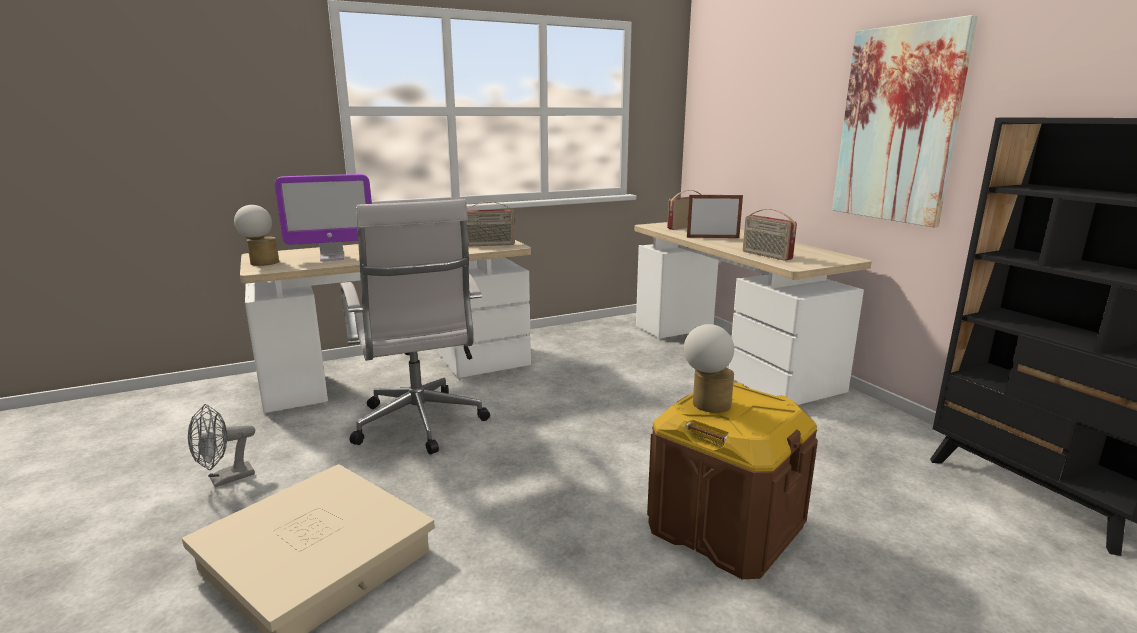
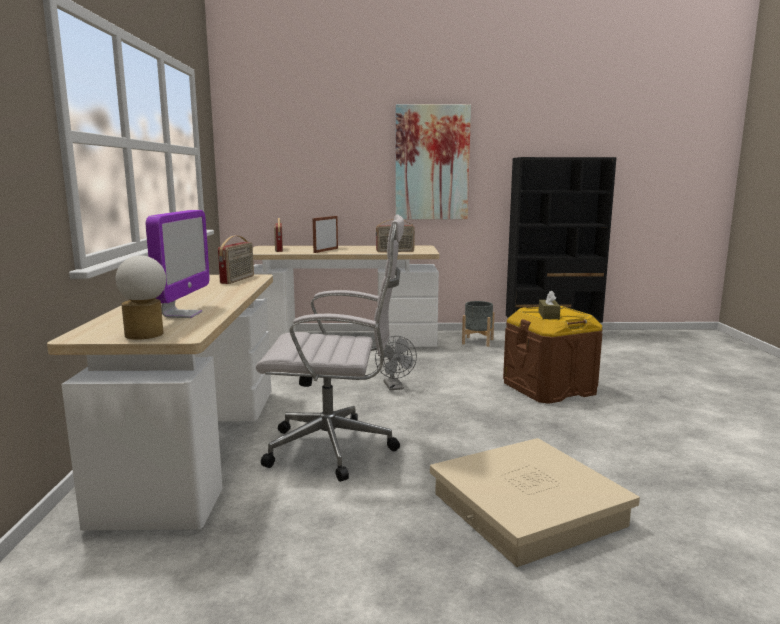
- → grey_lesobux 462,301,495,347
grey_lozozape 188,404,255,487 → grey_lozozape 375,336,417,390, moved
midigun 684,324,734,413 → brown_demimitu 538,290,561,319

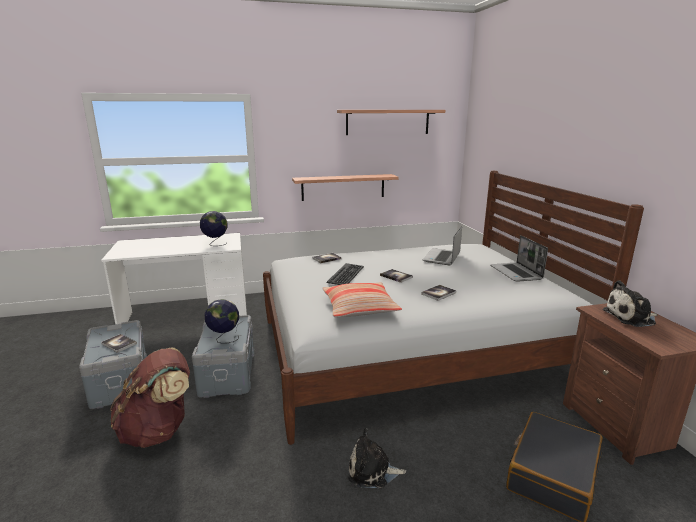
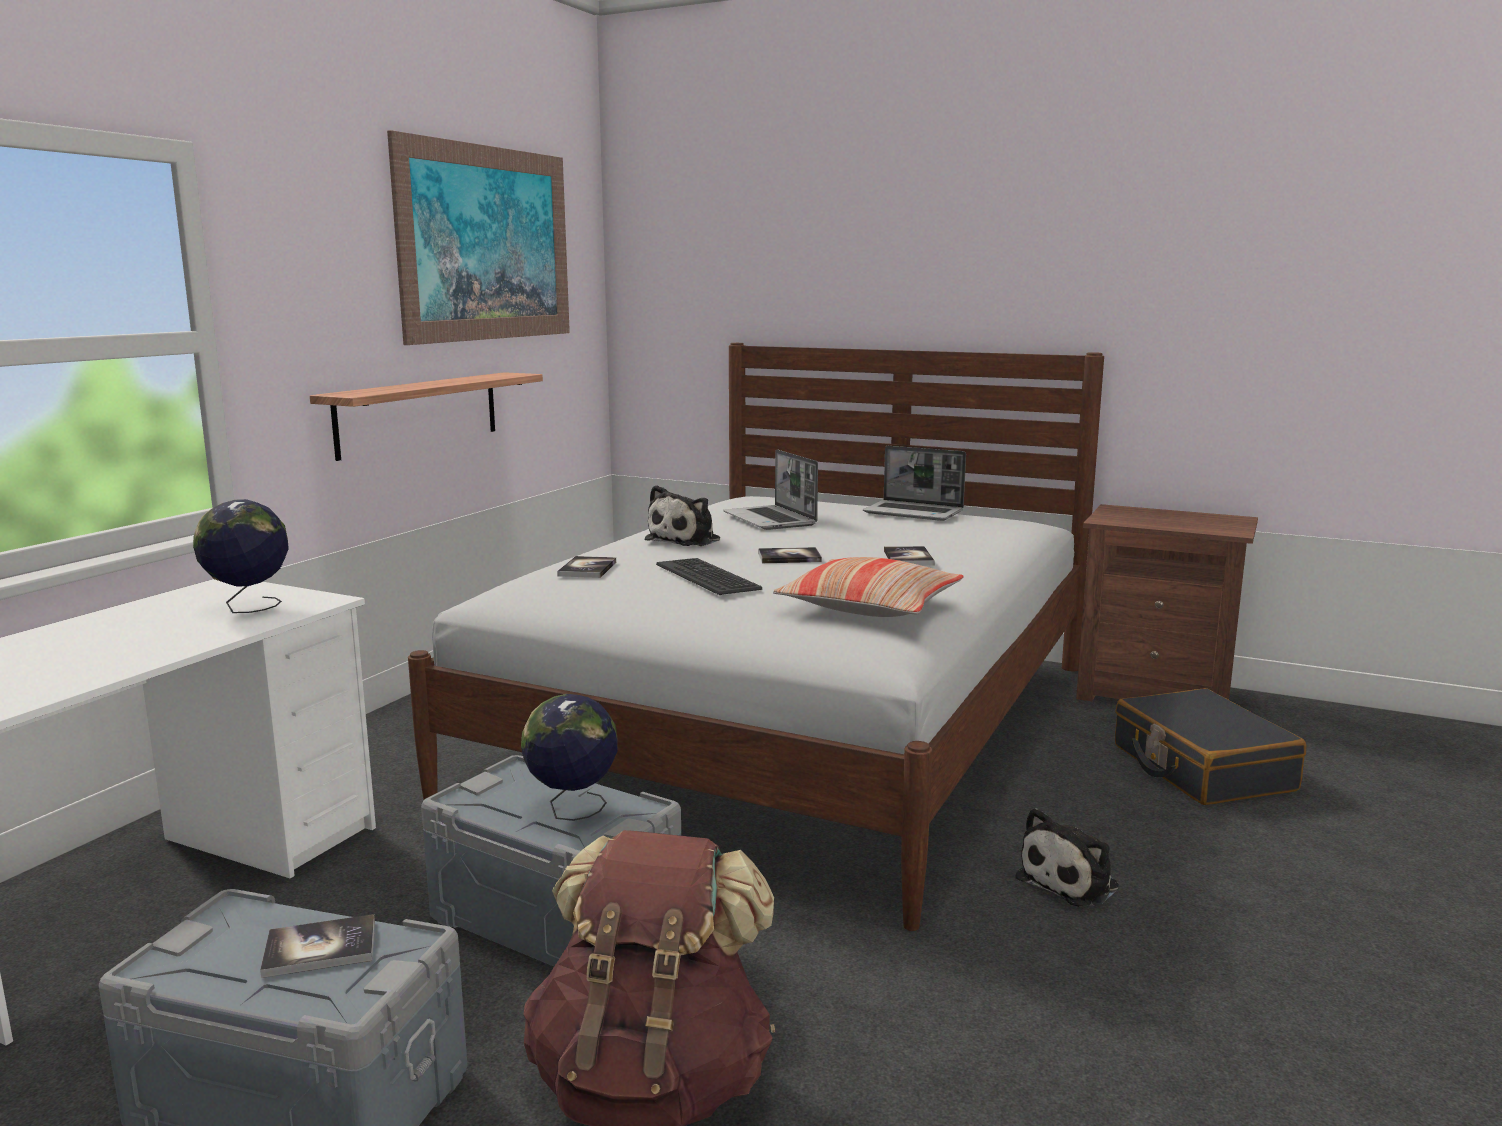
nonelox 602,280,657,327 → nonelox 645,485,720,546, moved
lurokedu 337,110,445,135 → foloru 387,130,570,345

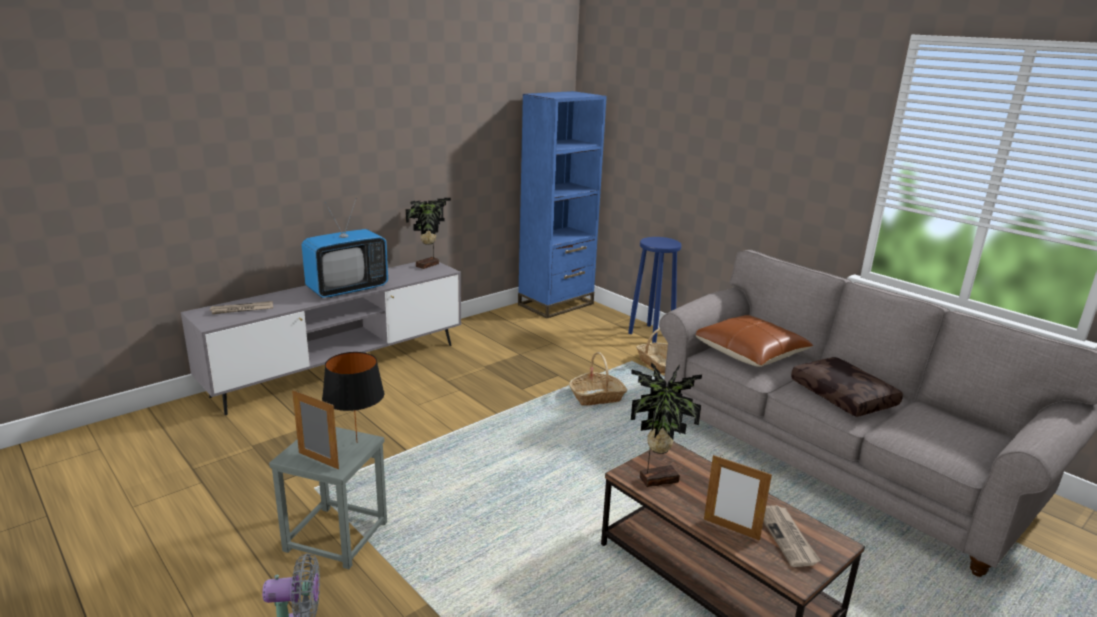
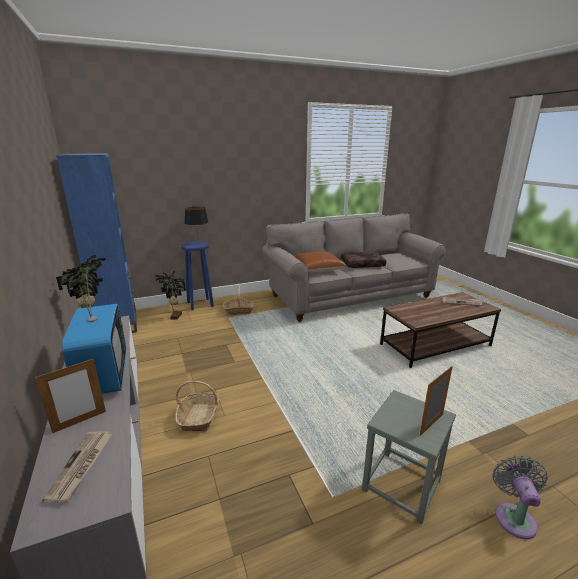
black_midigun 322,352,384,441 → black_midigun 184,207,208,243, moved
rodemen 569,352,627,406 → rodemen 175,381,219,432, moved
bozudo 631,362,702,487 → bozudo 155,271,186,320, moved
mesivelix 704,455,772,541 → mesivelix 35,359,106,433, moved

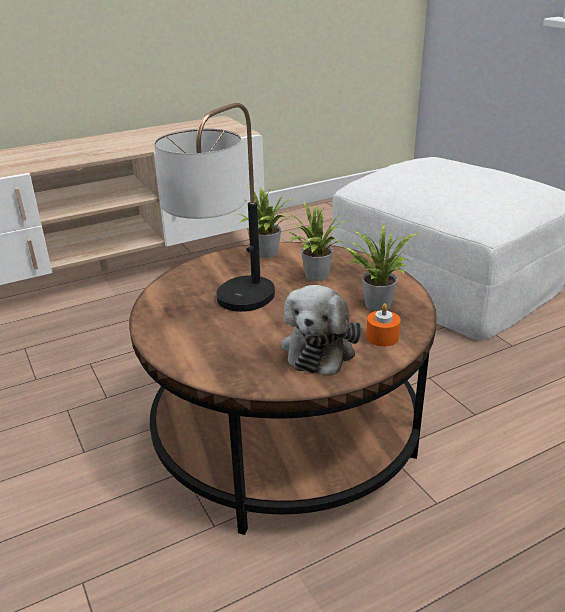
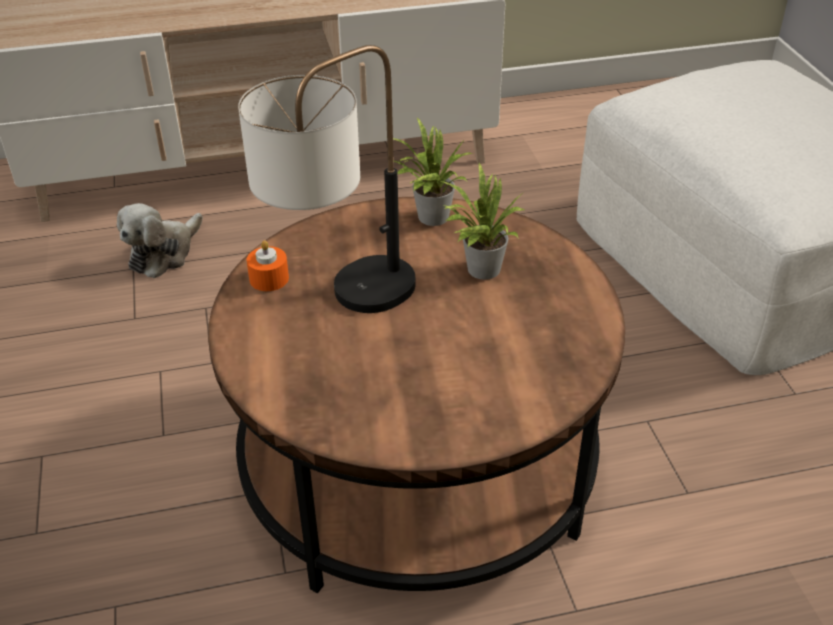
bozudo 344,224,419,311 → -
nonelox 281,285,361,375 → nonelox 117,203,203,278, moved
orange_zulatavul 366,303,401,346 → orange_zulatavul 246,240,289,291, moved

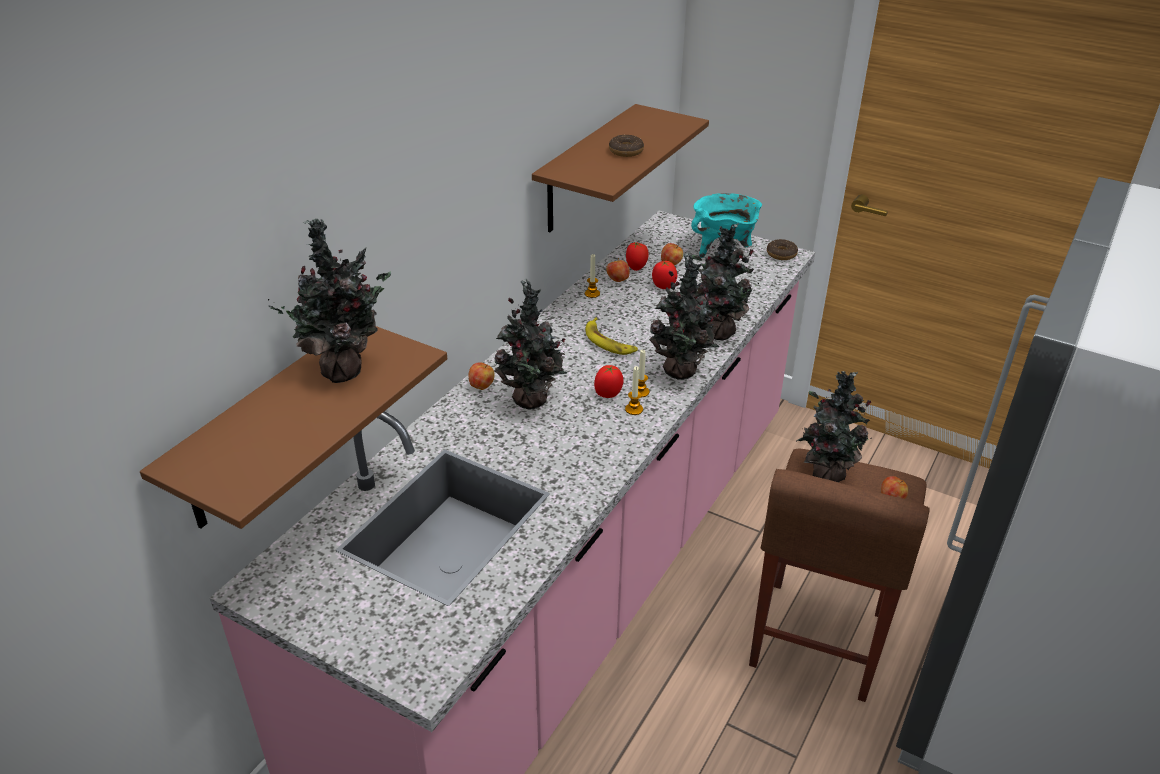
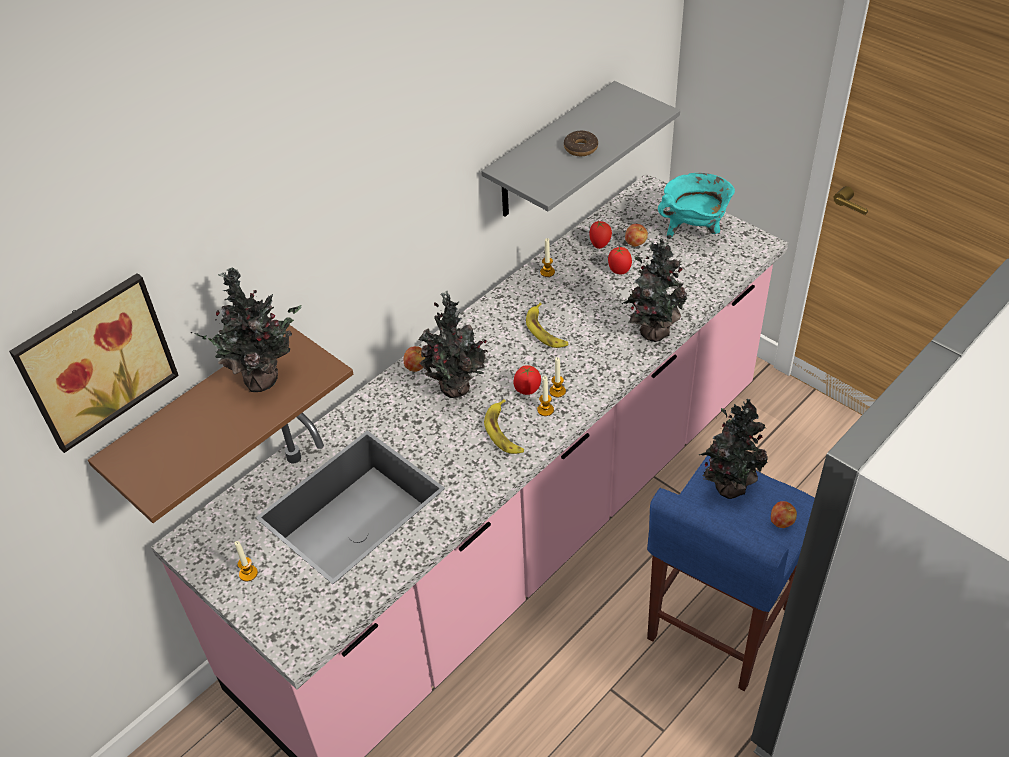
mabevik 606,258,630,282 → -
bozudo 649,252,719,380 → -
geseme 767,239,798,260 → -
- → foloru 9,273,179,453
- → zulatavul 235,541,258,581
- → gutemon 484,399,524,454
brown_lurokedu 532,104,709,232 → grey_lurokedu 481,81,680,217
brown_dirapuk 749,449,930,702 → blue_dirapuk 647,455,815,691

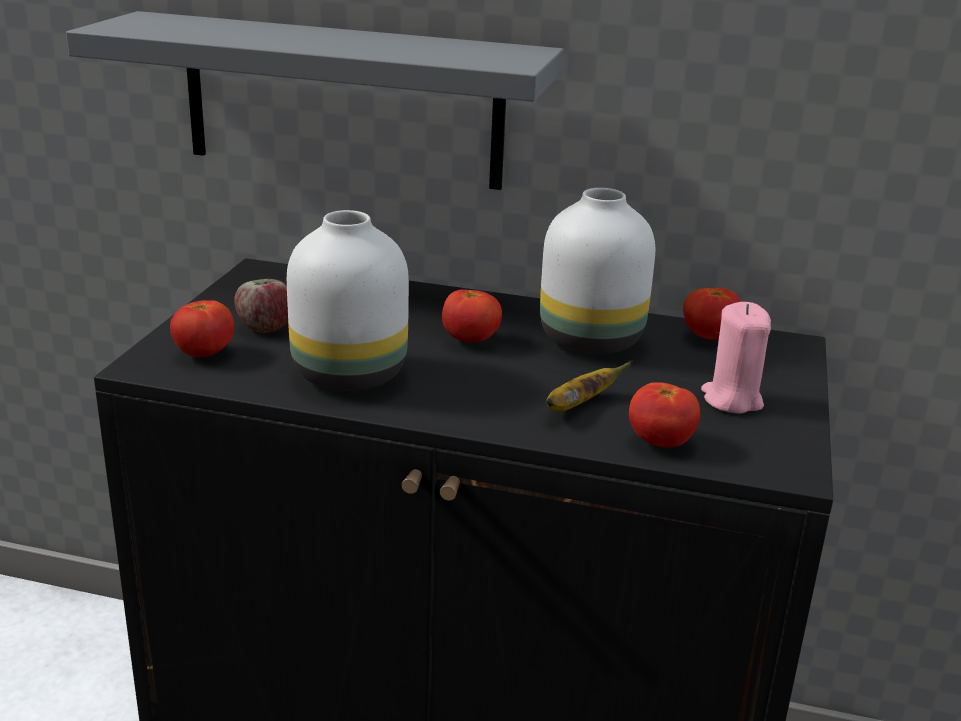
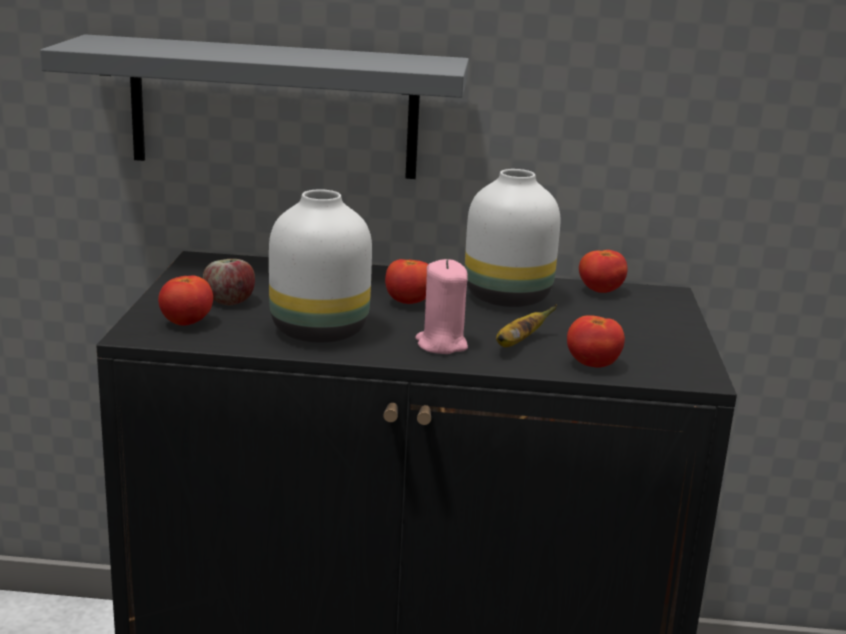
pink_zulatavul 701,302,771,414 → pink_zulatavul 415,259,468,354, moved

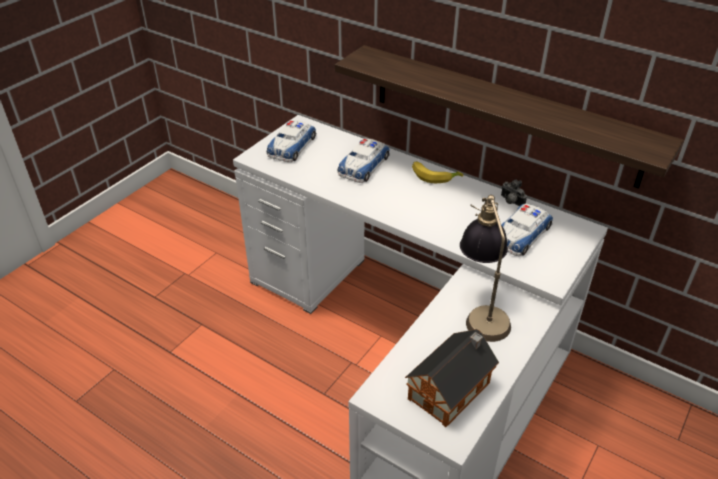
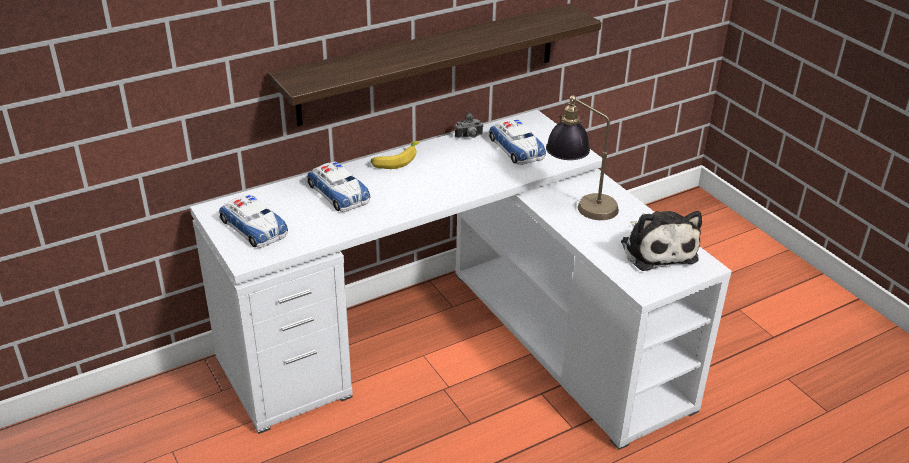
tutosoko 405,329,499,427 → nonelox 621,211,702,271

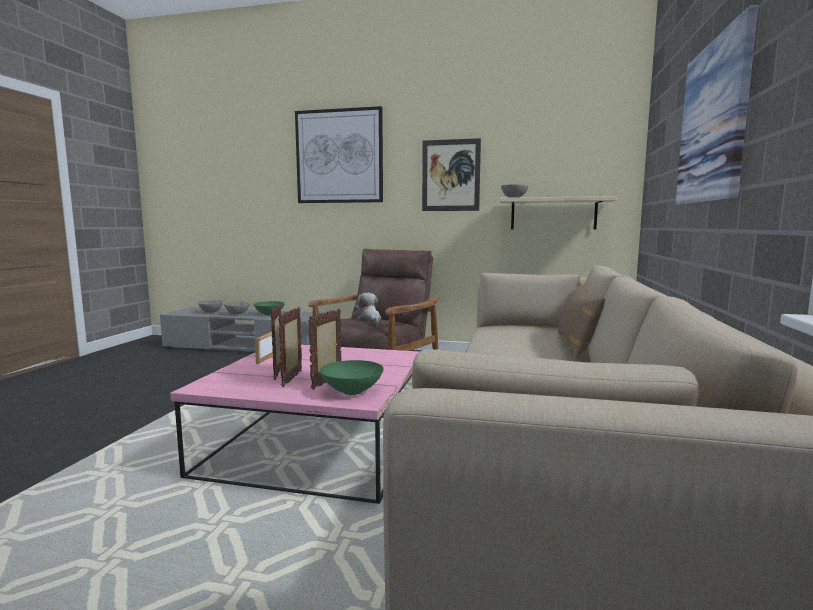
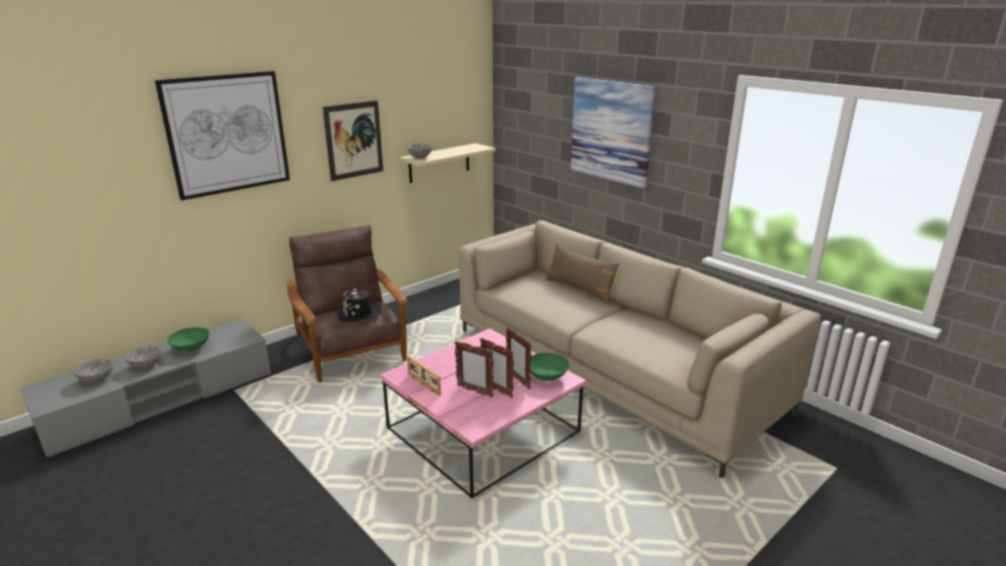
nonelox 354,293,381,323 → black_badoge 337,288,381,322

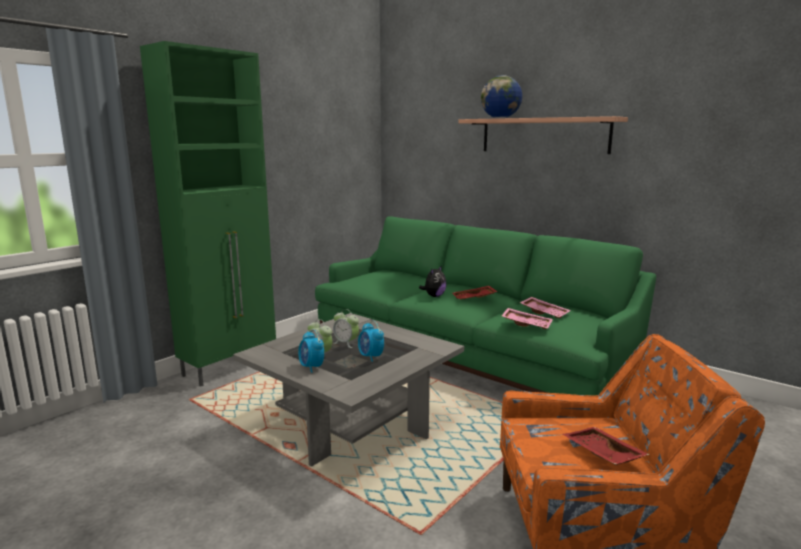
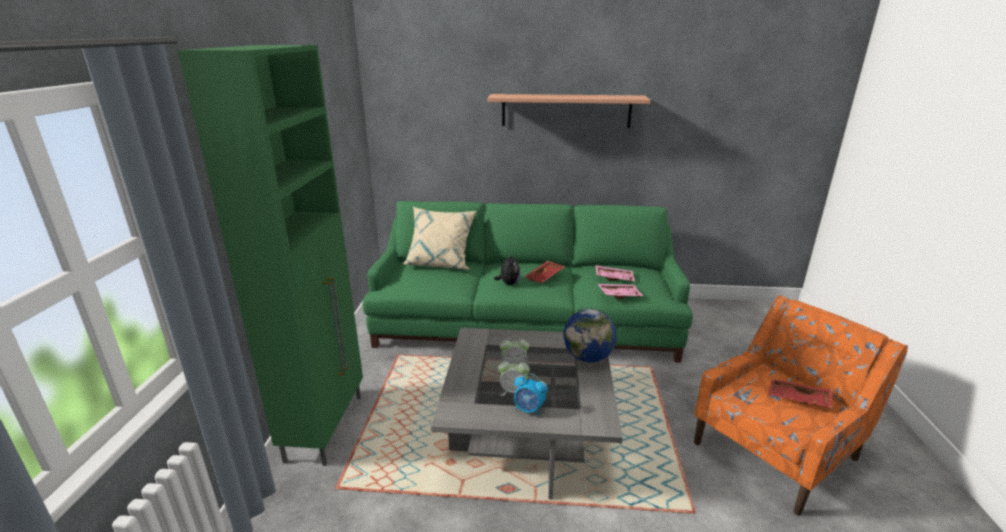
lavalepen 358,321,384,362 → -
- → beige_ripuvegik 403,207,476,270
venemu 481,75,522,118 → venemu 563,309,617,362, moved

